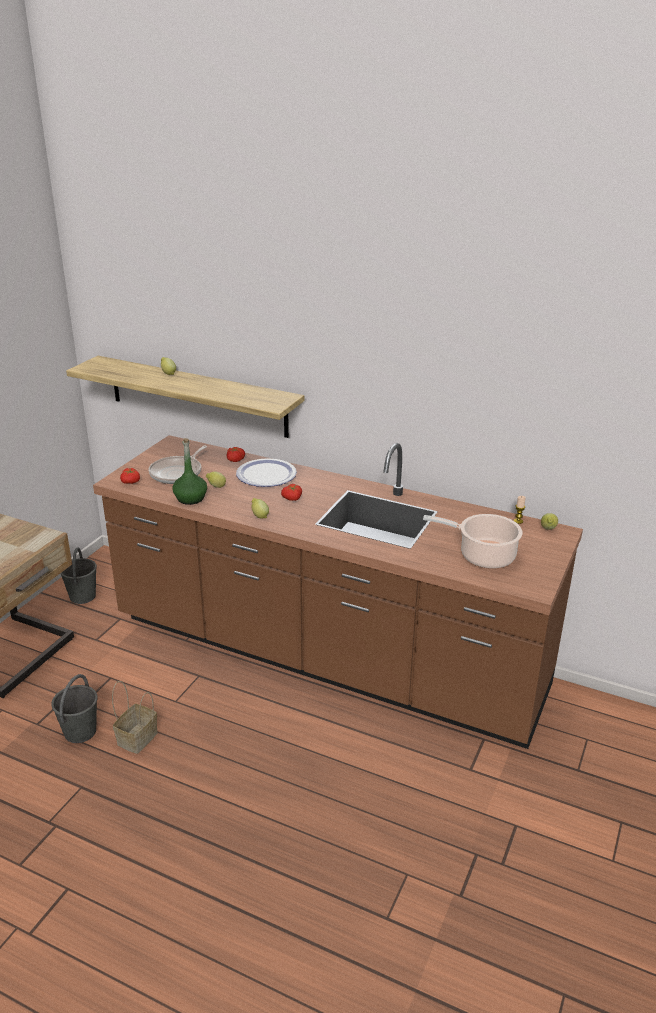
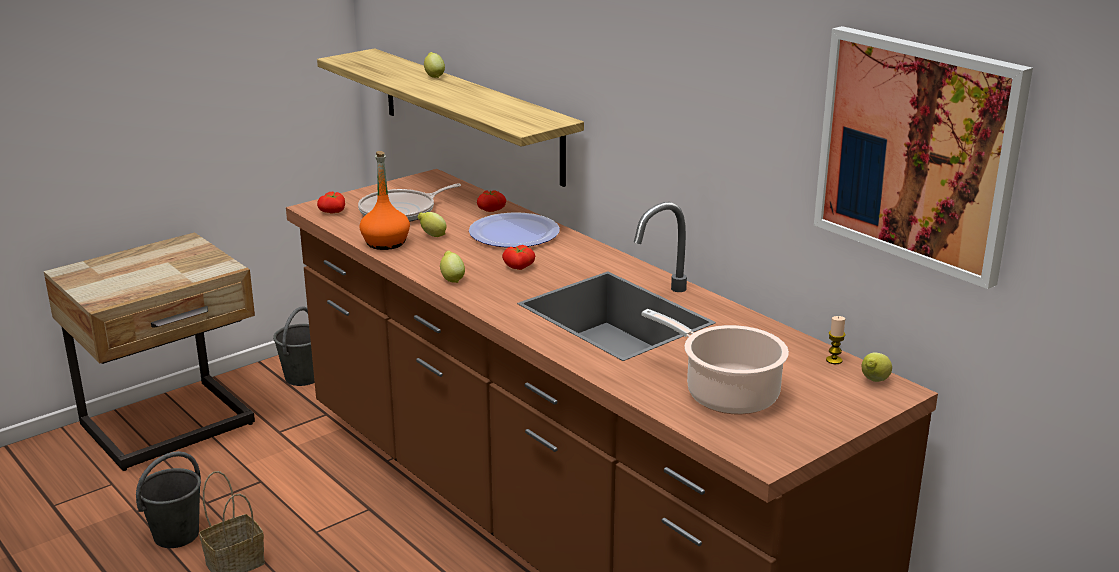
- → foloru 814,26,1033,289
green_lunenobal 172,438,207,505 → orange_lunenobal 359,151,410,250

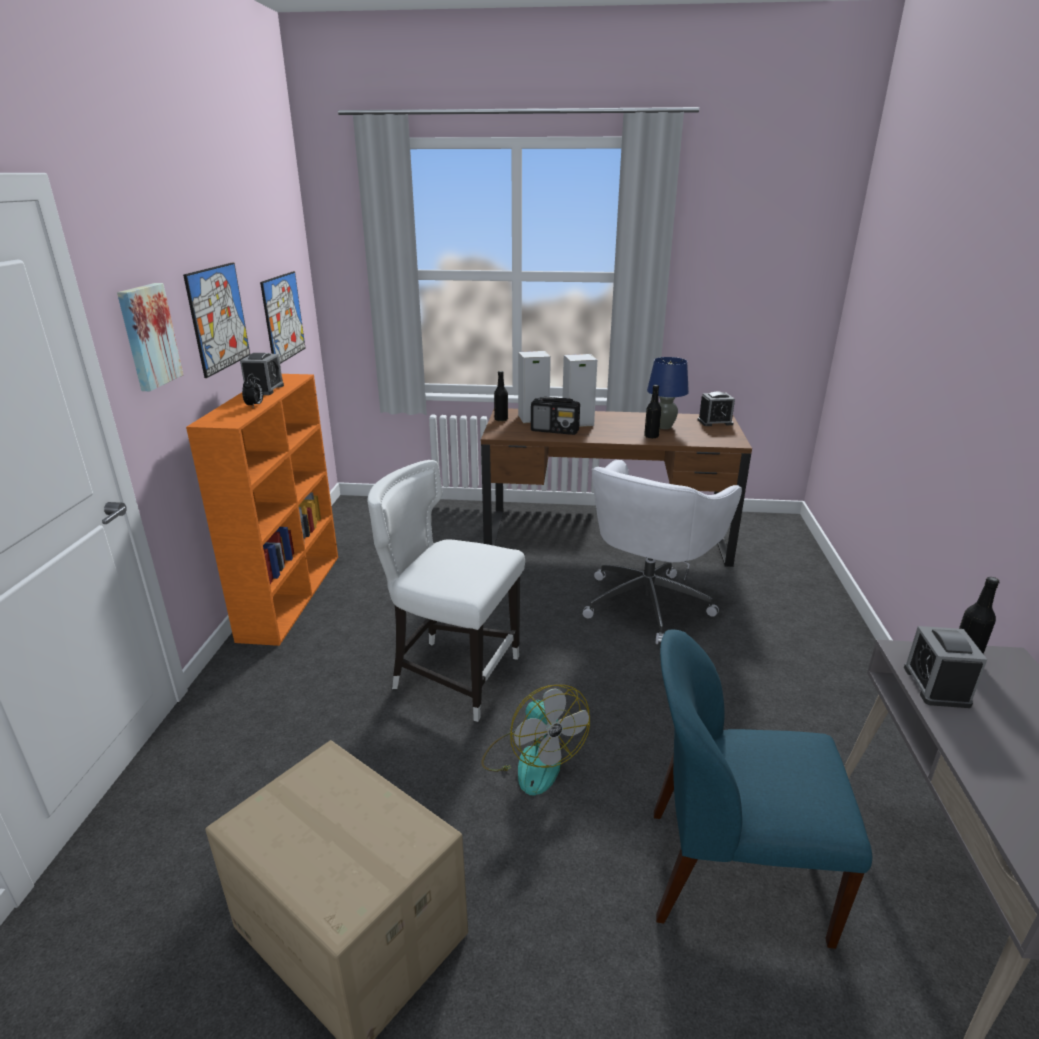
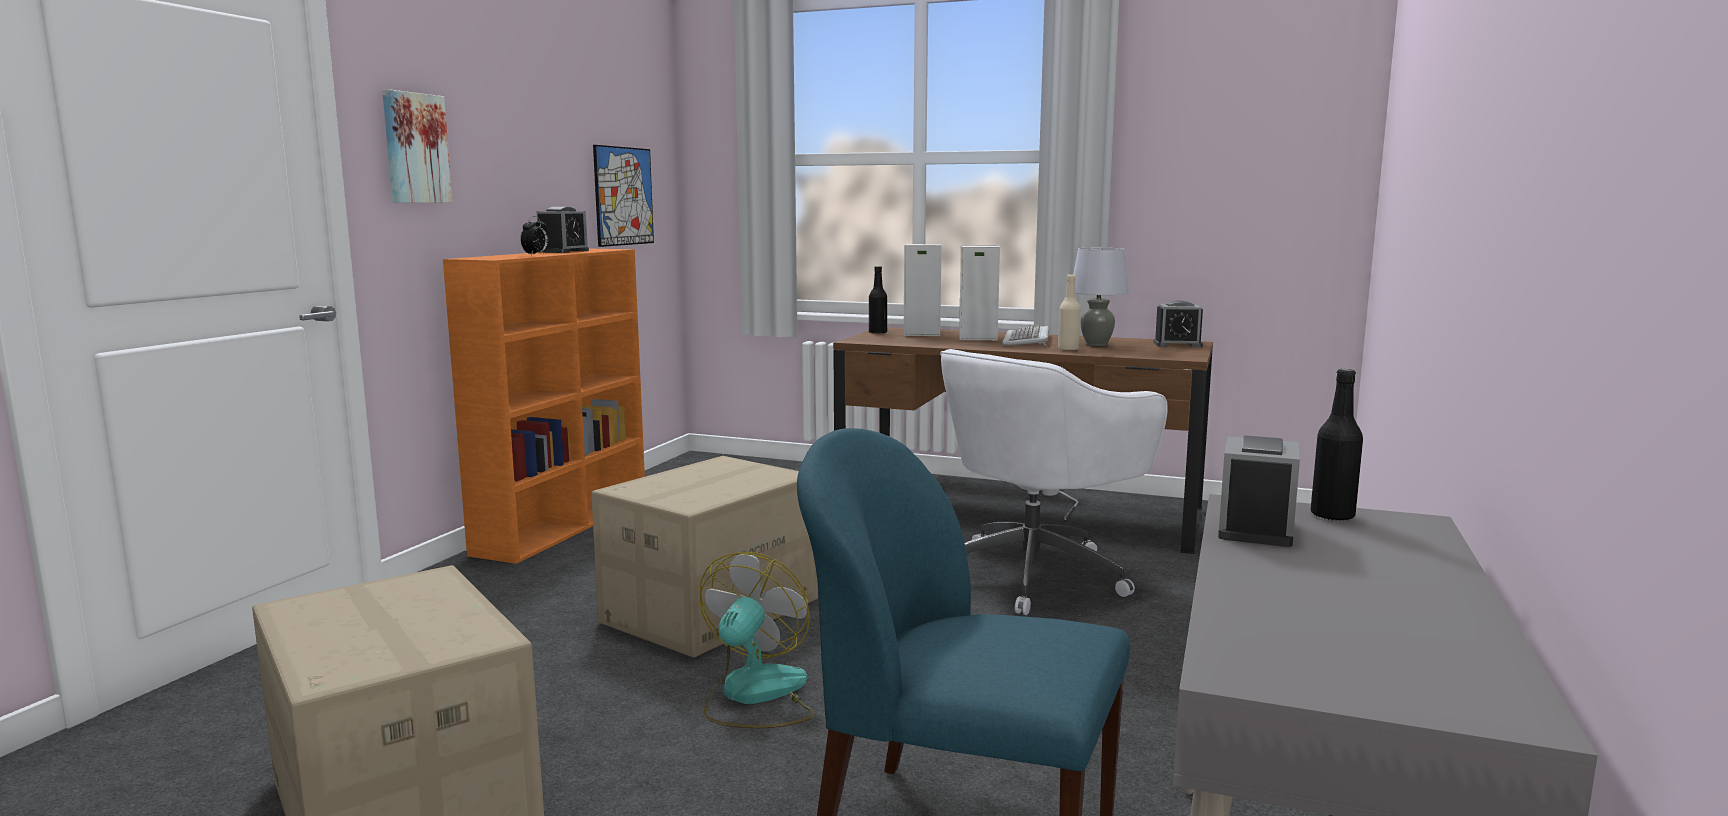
foloru 183,262,250,378 → -
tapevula 531,397,580,435 → -
- → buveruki 1002,325,1049,346
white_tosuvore 367,460,525,722 → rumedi 591,456,818,658
black_lunenobal 644,385,661,439 → beige_lunenobal 1058,274,1081,351
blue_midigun 647,357,689,429 → grey_midigun 1073,248,1129,346
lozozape 481,685,590,795 → lozozape 700,552,814,728, 150 degrees counterclockwise

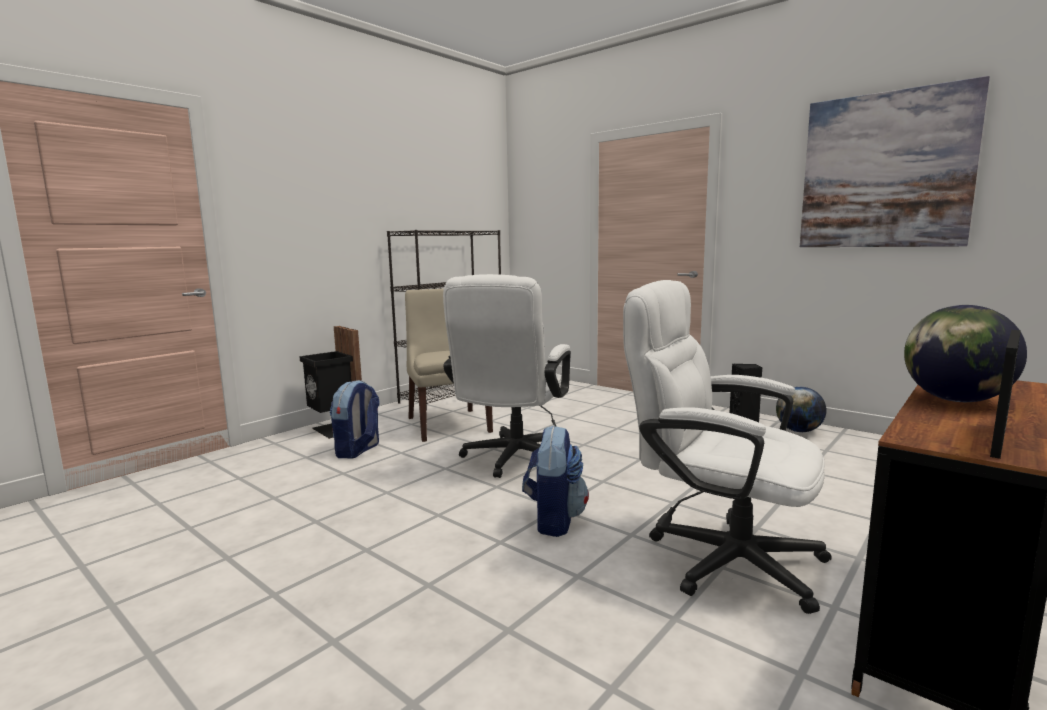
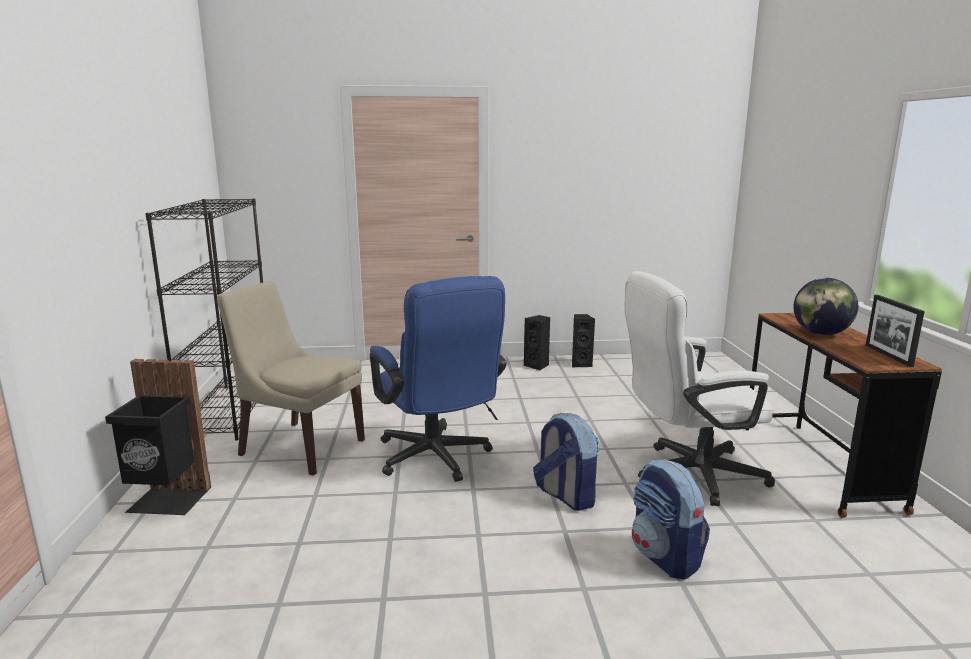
foloru 800,76,990,247 → -
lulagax 330,380,380,459 → lulagax 632,459,710,580, moved
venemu 776,387,826,432 → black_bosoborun 572,314,595,367
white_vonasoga 443,274,571,478 → blue_vonasoga 370,276,507,482

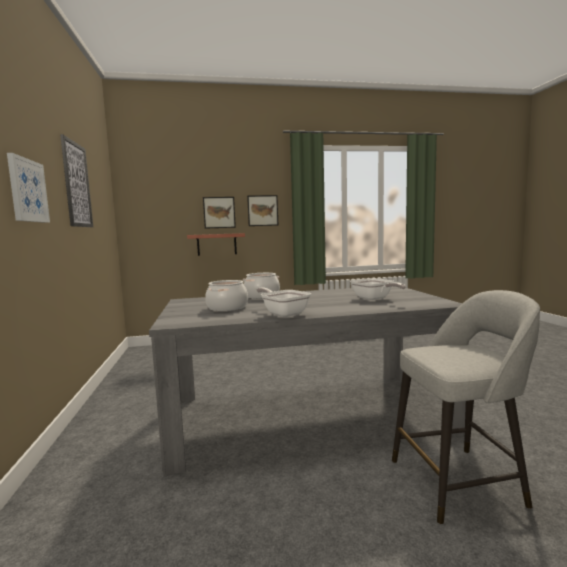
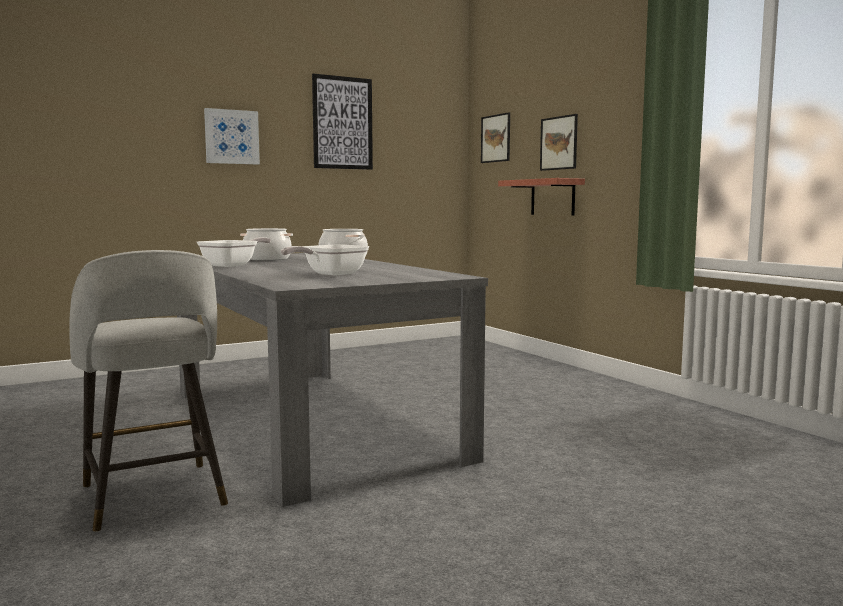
foloru 247,195,278,226 → foloru 481,112,510,163, moved

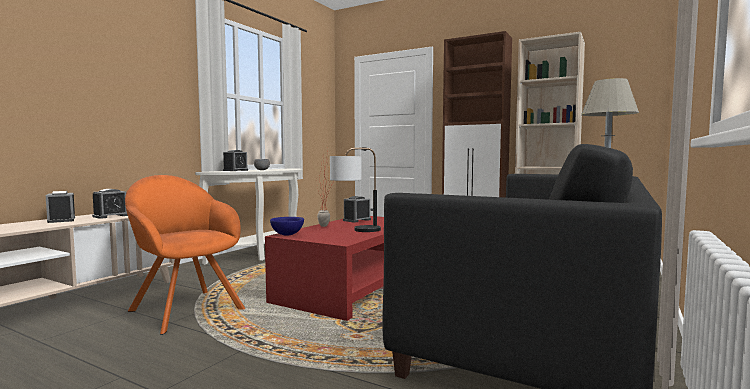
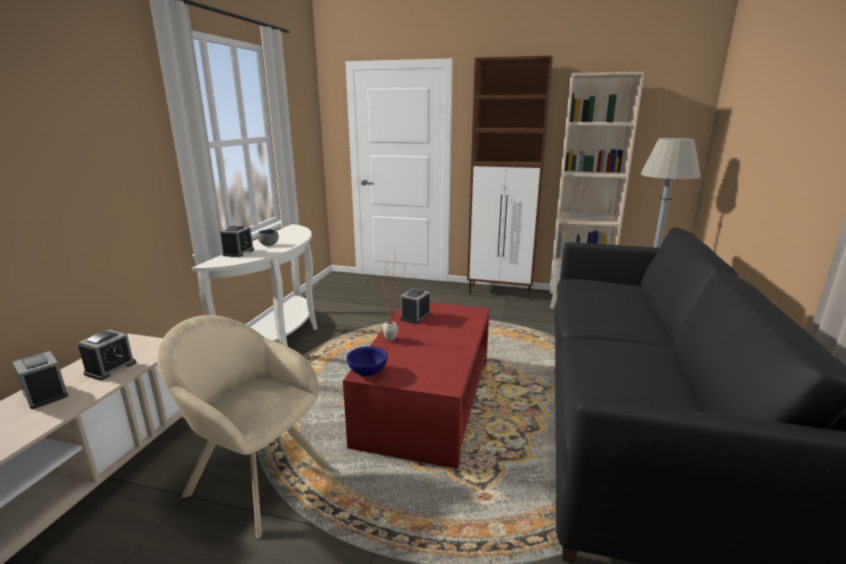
midigun 330,148,381,232 → -
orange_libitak 125,175,245,335 → beige_libitak 157,315,330,539

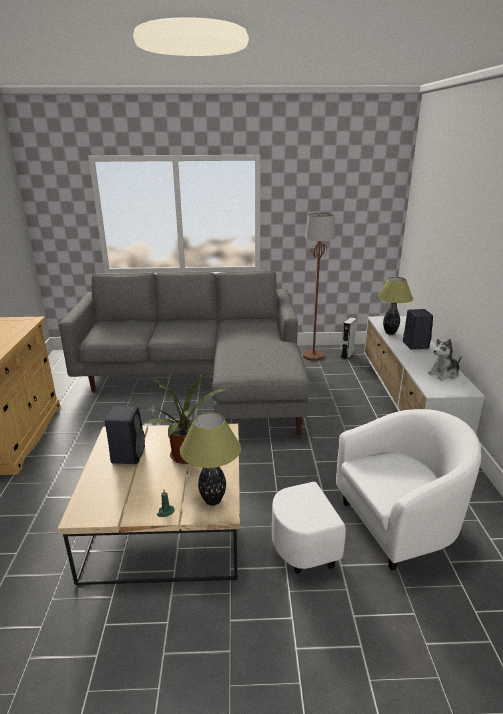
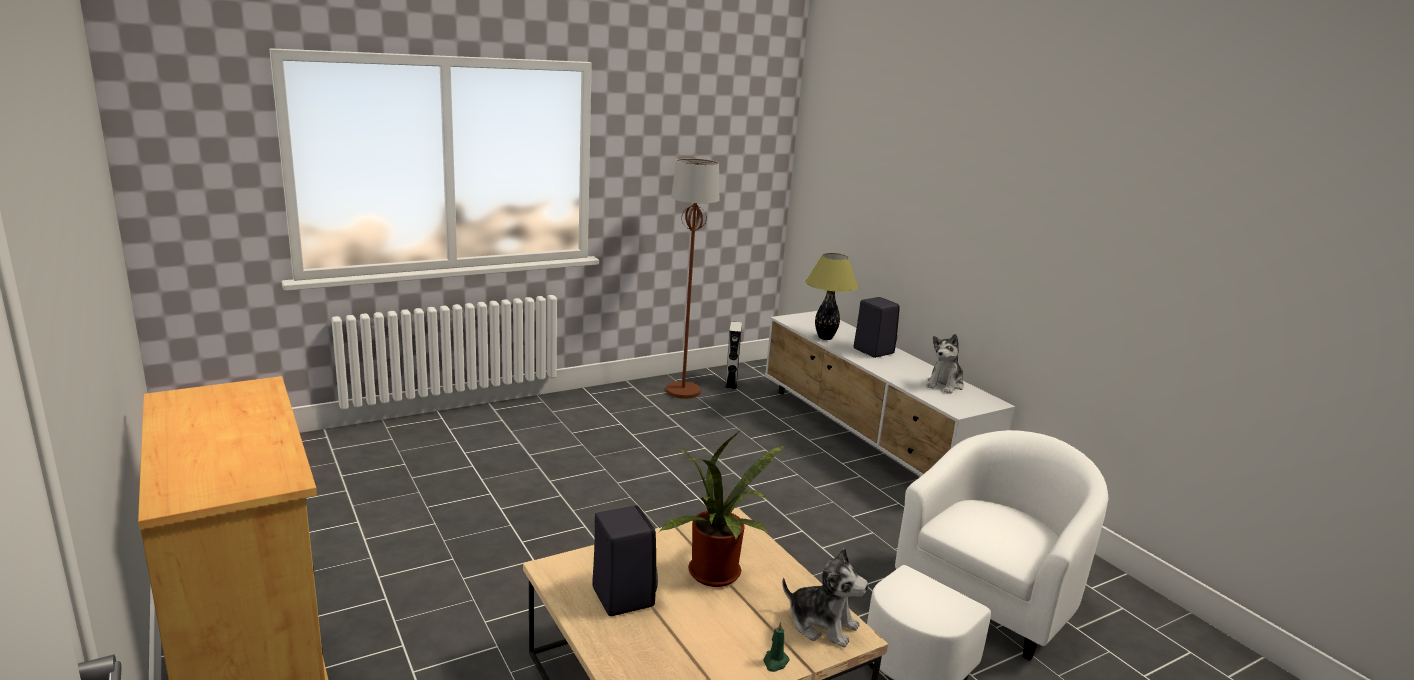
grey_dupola 59,271,310,435 → -
midigun 180,412,241,506 → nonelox 782,548,868,648

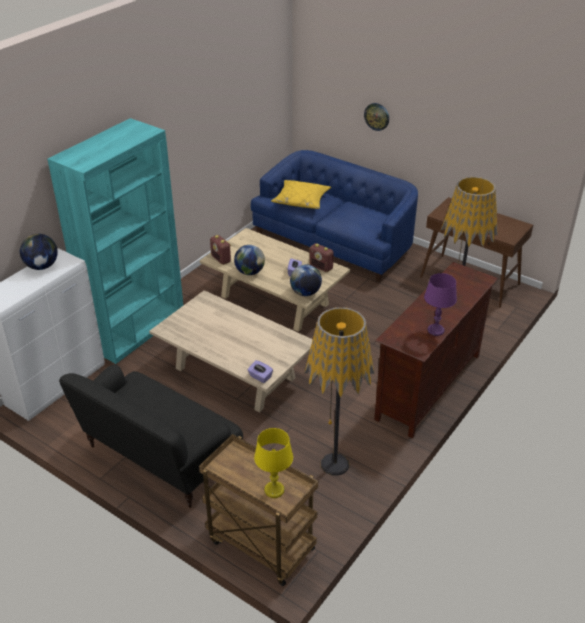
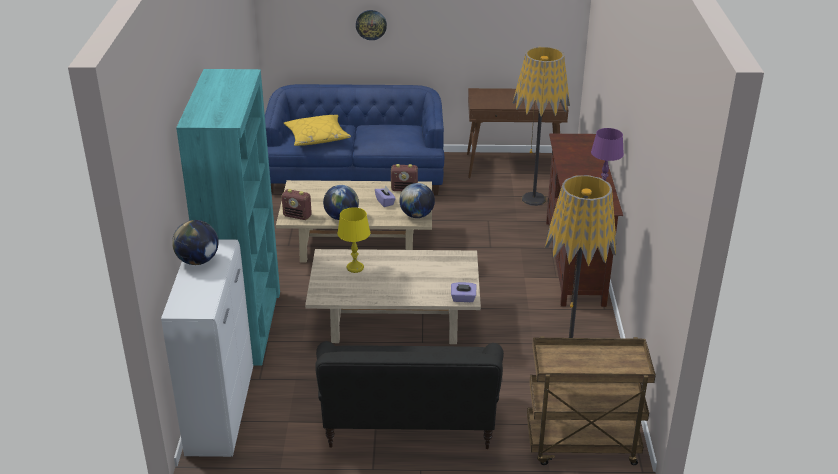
yellow_midigun 254,428,293,498 → yellow_midigun 337,207,370,273, moved

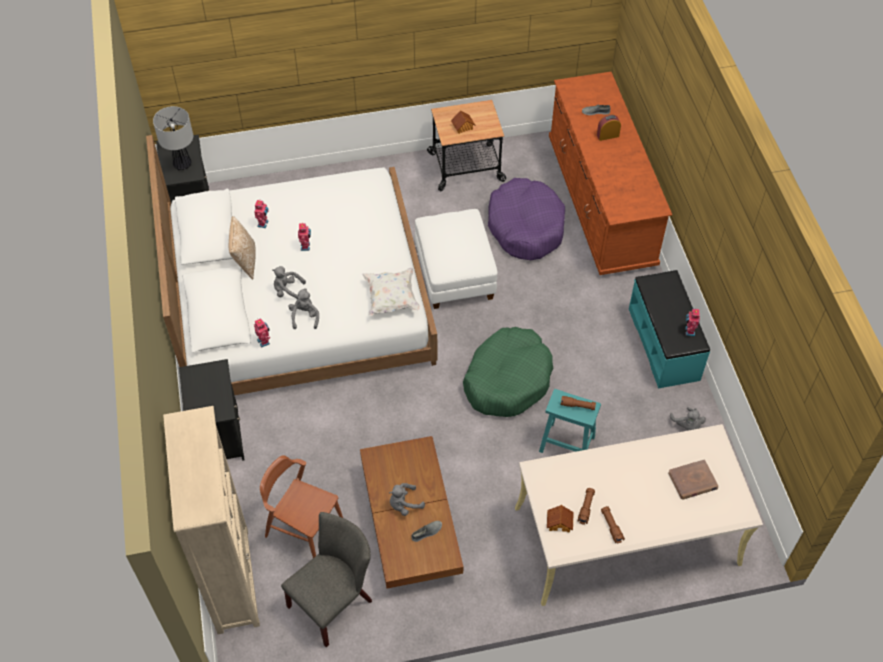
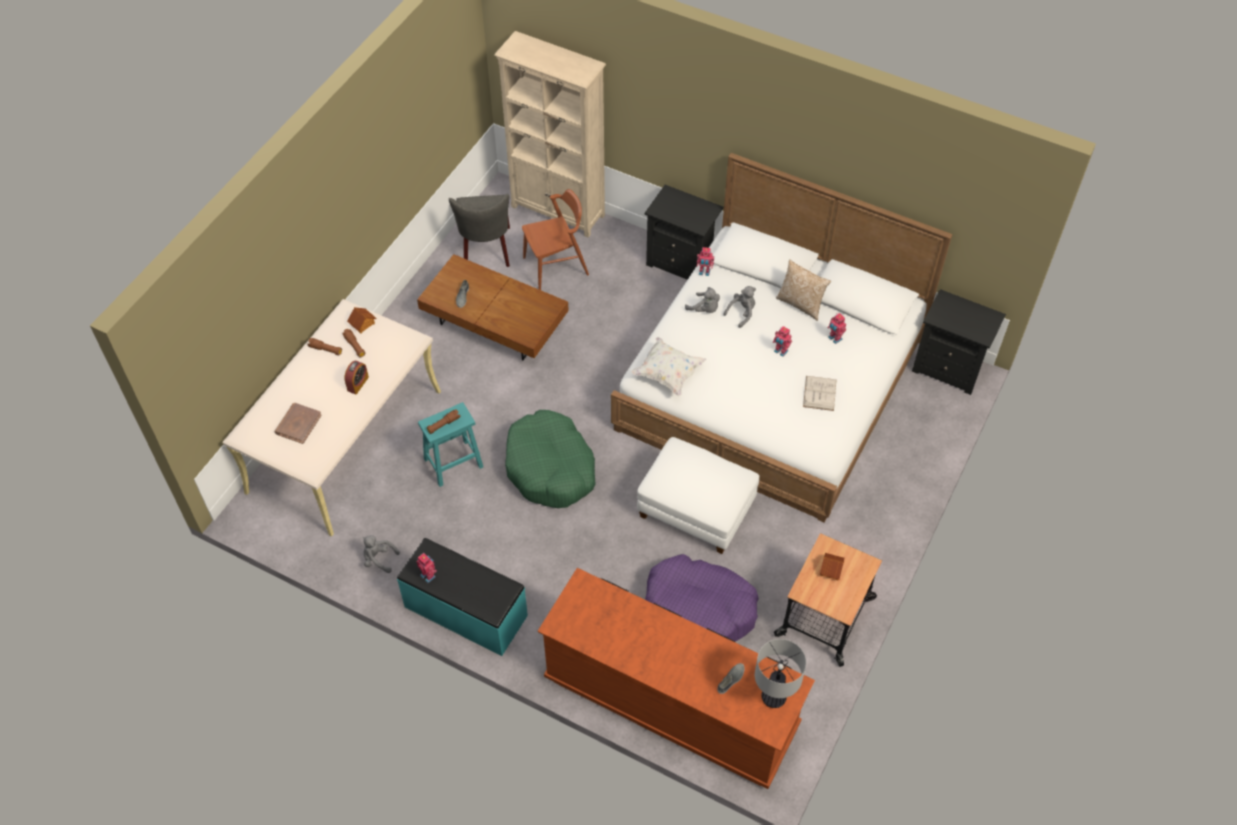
grey_nonelox 389,483,425,516 → -
- → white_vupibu 803,376,836,411
midigun 153,106,193,170 → midigun 755,639,806,708, moved
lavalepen 597,114,621,141 → lavalepen 344,361,369,395, moved

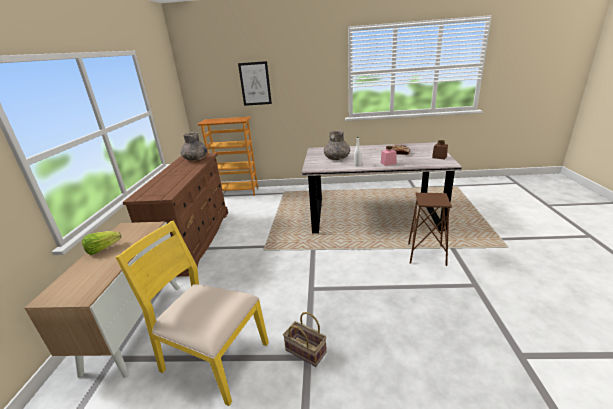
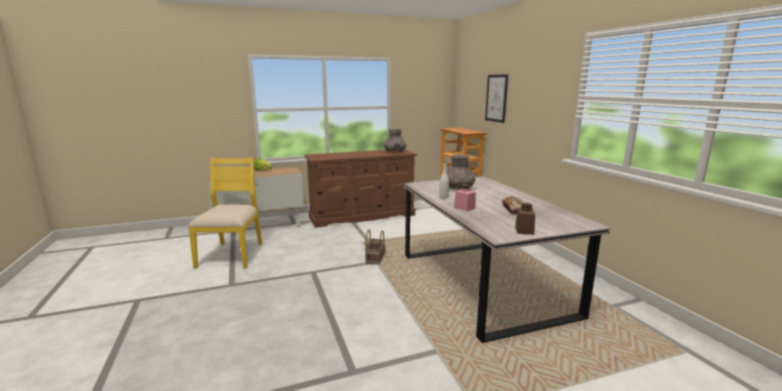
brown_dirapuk 408,193,452,266 → -
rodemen 283,312,327,367 → rodemen 365,229,386,265, moved

